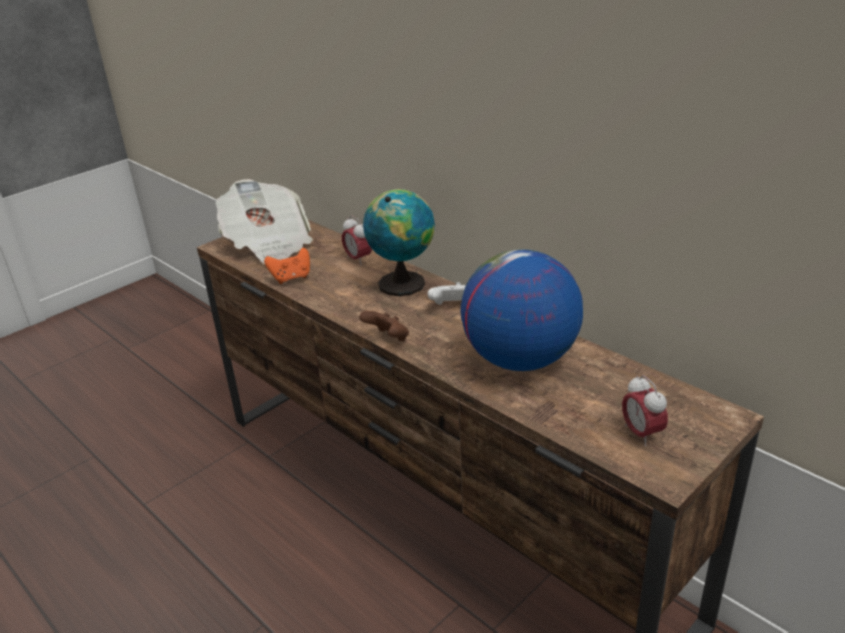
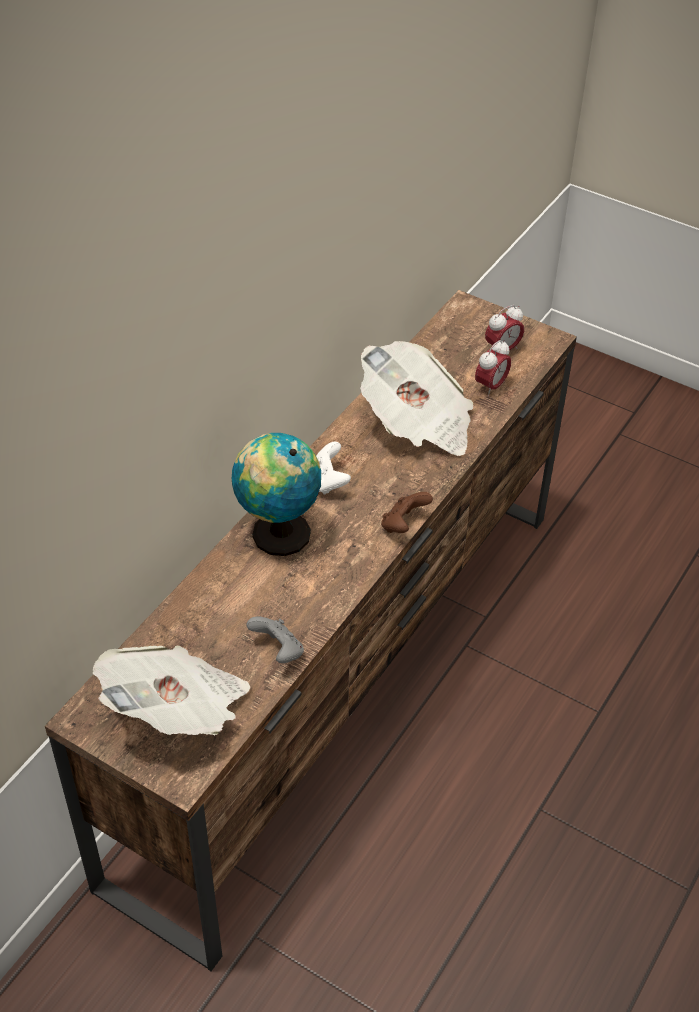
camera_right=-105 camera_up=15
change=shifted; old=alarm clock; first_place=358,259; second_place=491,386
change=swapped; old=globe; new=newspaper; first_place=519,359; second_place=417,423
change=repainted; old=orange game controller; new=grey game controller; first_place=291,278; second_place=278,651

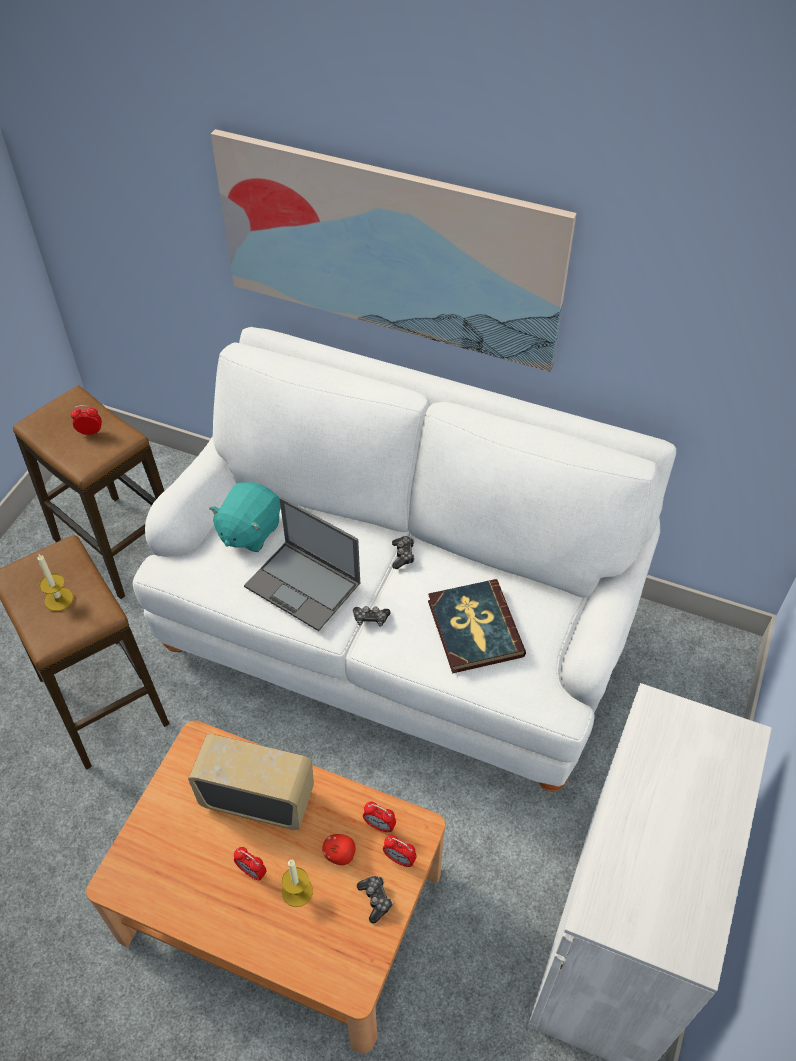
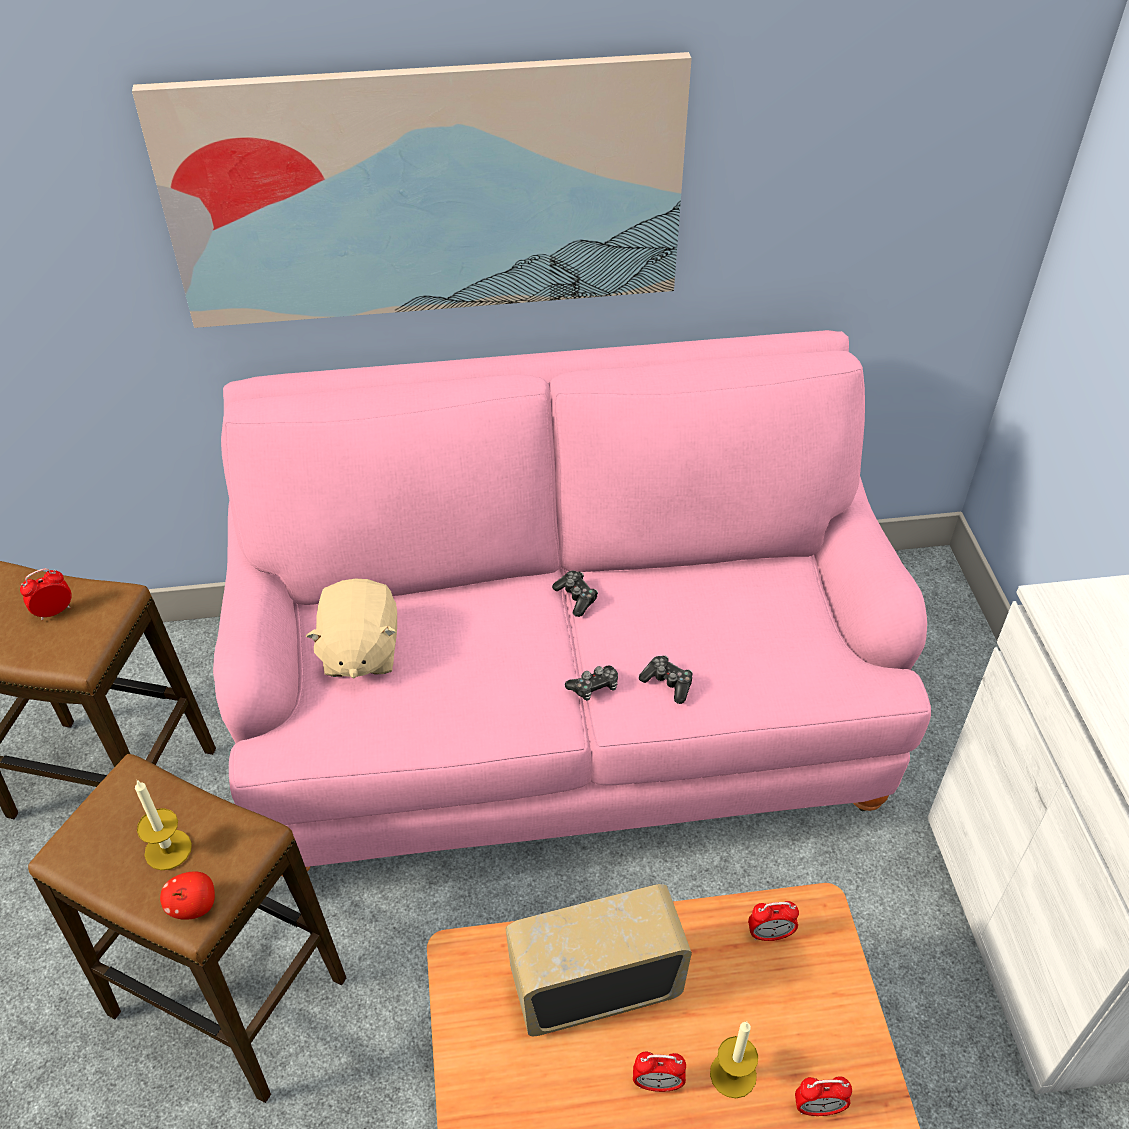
camera_right=-30 camera_up=-5
change=gone; old=laptop; first_place=304,585
change=gone; old=book; first_place=474,628
change=shifted; old=apple; first_place=340,854; second_place=193,906
change=shifted; old=game controller; first_place=375,899; second_place=668,683
change=shifted; old=alarm clock; first_place=399,859; second_place=818,1108
change=repainted; old=white sofa; new=pink sofa; first_place=398,630; second_place=564,717
change=repainted; old=turquoise plush toy; new=beige plush toy; first_place=249,531; second_place=359,652

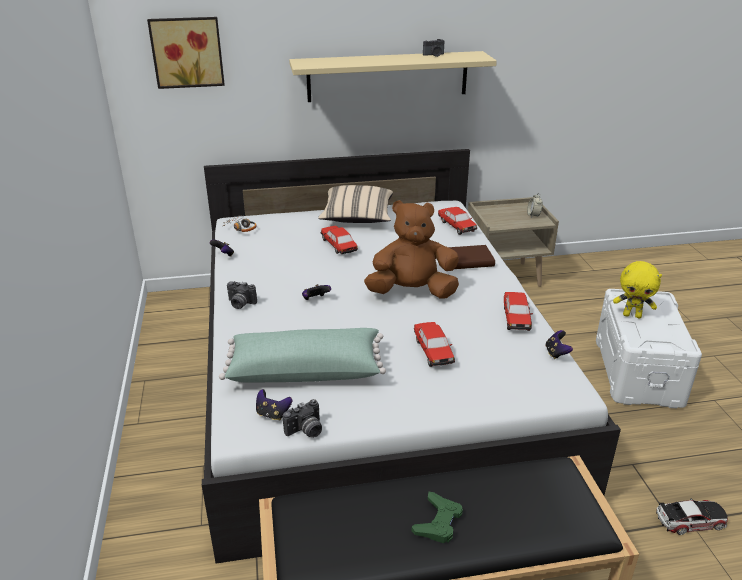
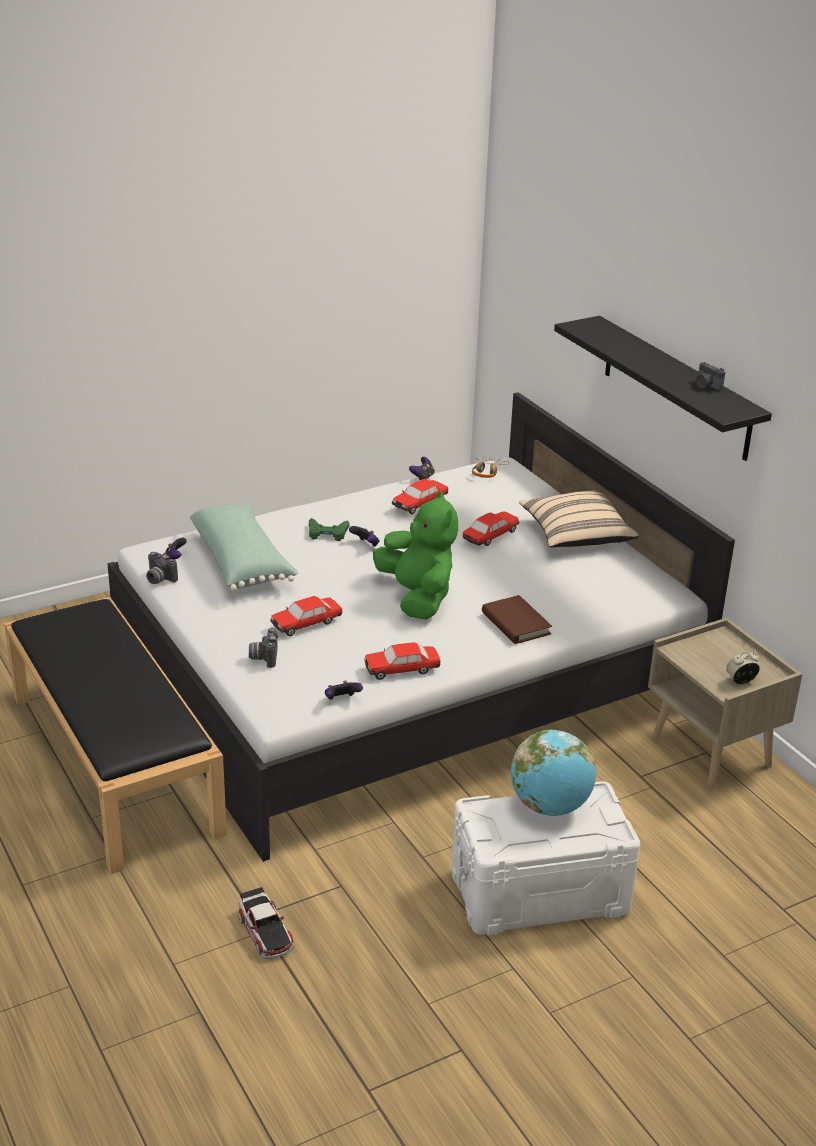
camera_right=70 camera_up=0
change=gone; old=picture; first_place=187,52
change=shifted; old=photo camera; first_place=240,304; second_place=263,657
change=shifted; old=green game controller; first_place=438,522; second_place=327,533
change=shifted; old=toy car; first_place=456,226; second_place=420,503
change=swapped; old=yellow plush toy; new=globe; first_place=632,315; second_place=550,806
change=repainted; old=beige shelf; new=black shelf; first_place=388,76; second_place=676,388
change=repainted; old=brown plush toy; new=green plush toy; first_place=412,292; second_place=417,597

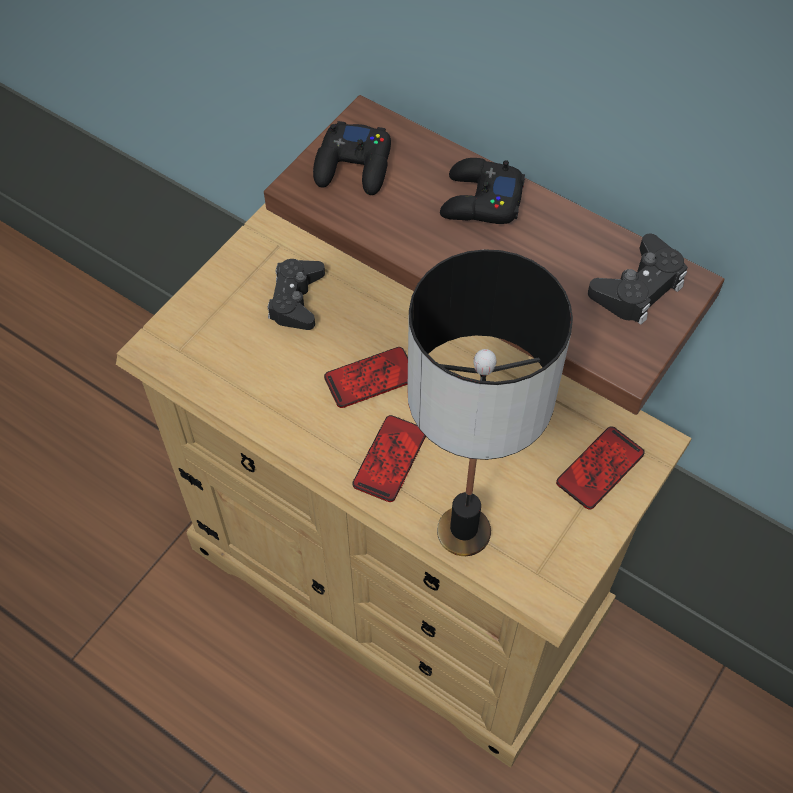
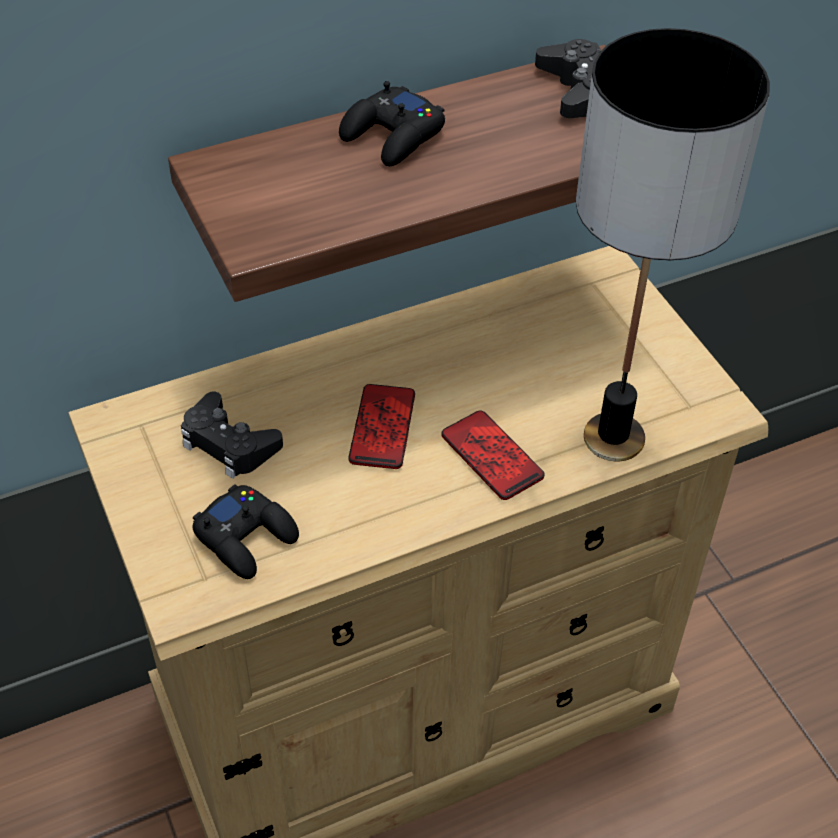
camera_right=-60 camera_up=-10
change=gone; old=phone; first_place=600,468
change=shifted; old=black game controller; first_place=354,166; second_place=247,537

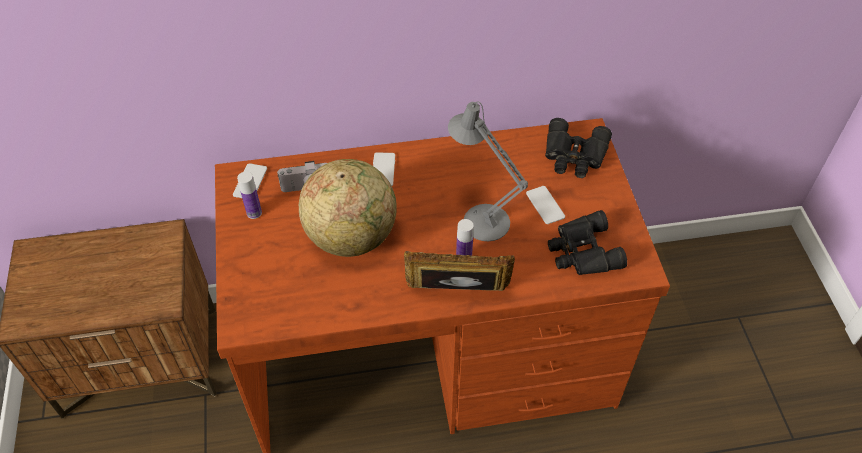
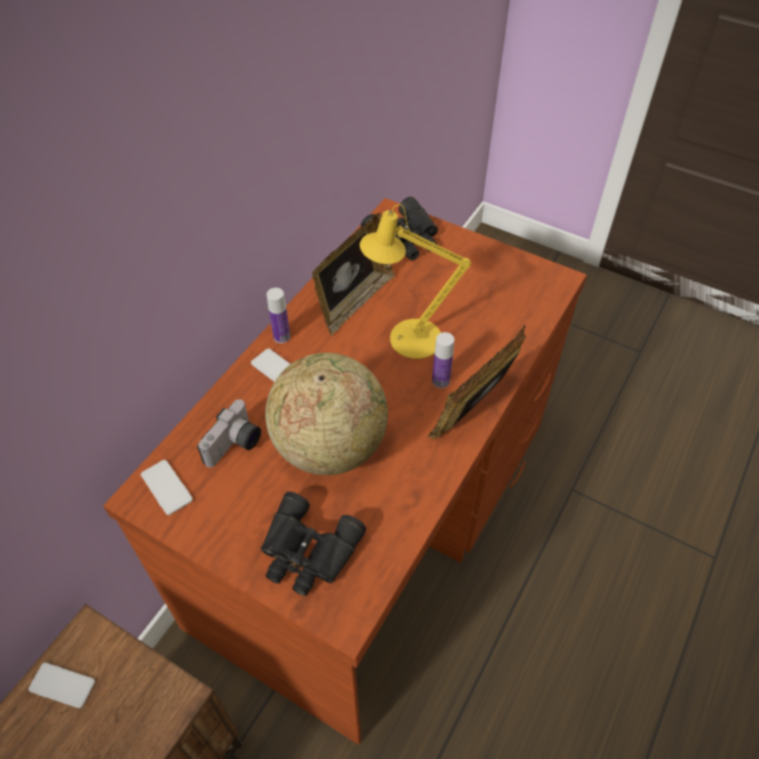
camera_right=-50 camera_up=0
change=new; new=picture frame; second_place=354,301
change=shifted; old=bottle; first_place=254,213; second_place=281,336
change=shifted; old=phone; first_place=545,205; second_place=62,685
change=shifted; old=black binoculars; first_place=582,252; second_place=307,552
change=repainted; old=grey table lamp; new=yellow table lamp; first_place=481,218; second_place=407,339

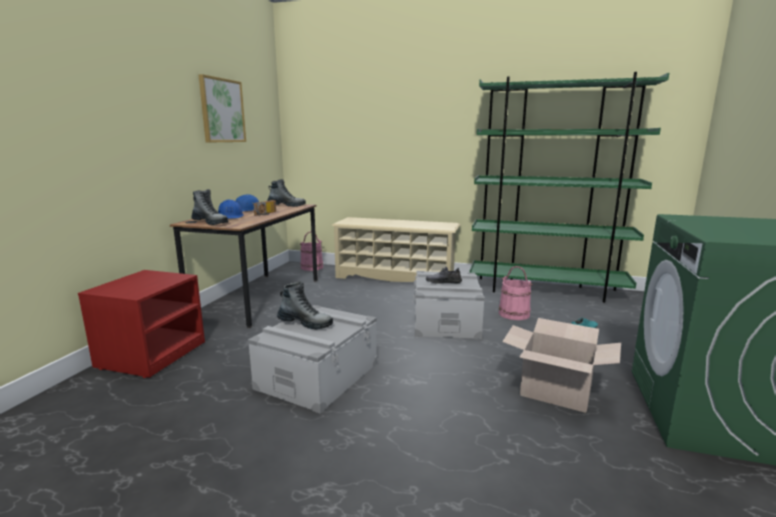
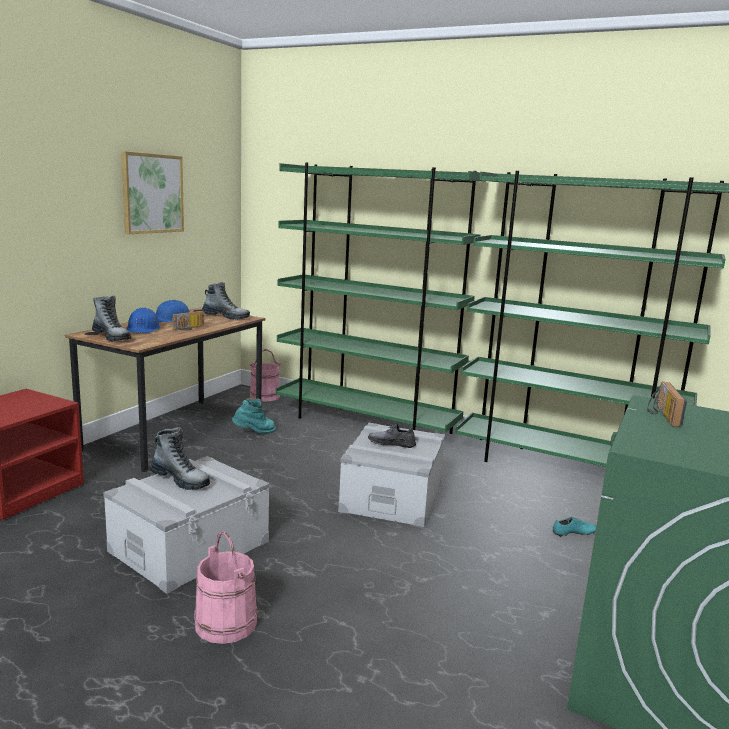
camera_right=10 camera_up=0
change=gone; old=cardboard box; first_place=556,391
change=new; new=turquoise boot; second_place=254,433
change=new; new=radio; second_place=661,415
change=shifted; old=pink bucket; first_place=513,314; second_place=225,623
change=swapped; old=beige shoe rack; new=green bookcase; first_place=396,277; second_place=366,423

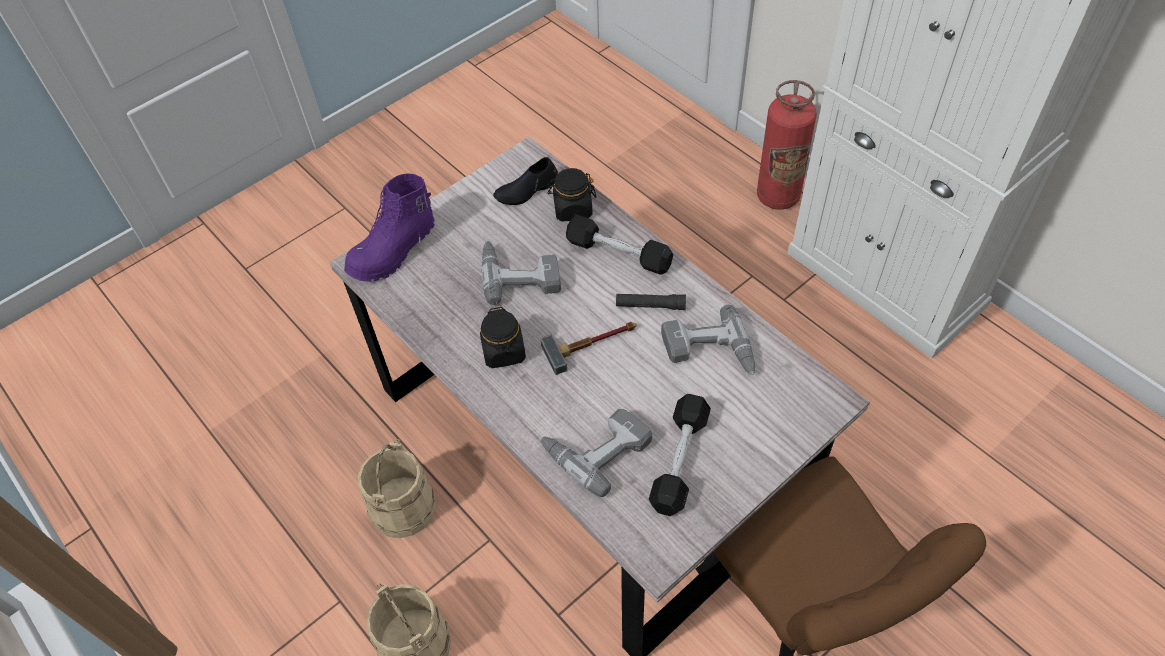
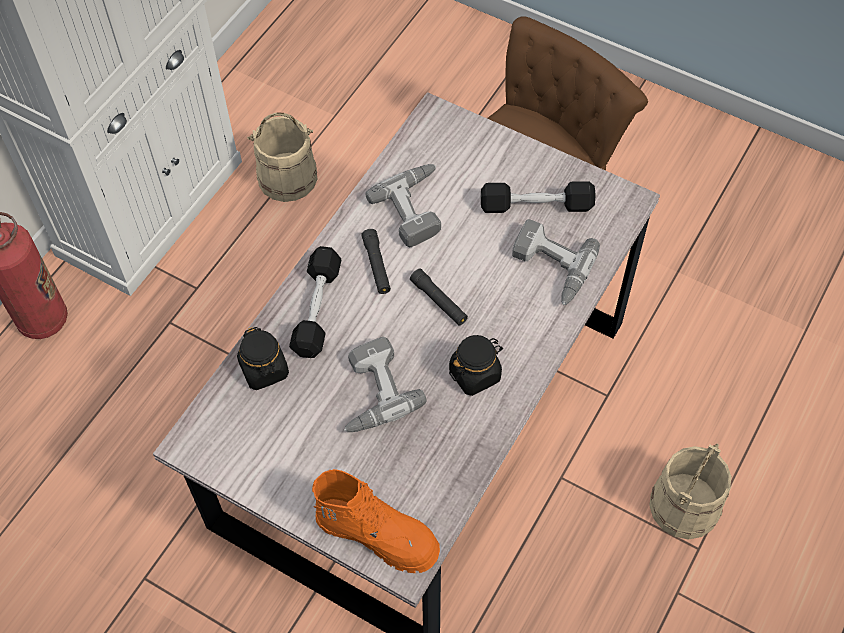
camera_right=-110 camera_up=5
change=gone; old=black shoe; first_place=526,190
change=shifted; old=beige bucket; first_place=402,506; second_place=287,178
change=swapped; old=hammer; new=black flashlight; first_place=592,344; second_place=439,301
change=repainted; old=purple boot; new=orange boot; first_place=394,251; second_place=378,535

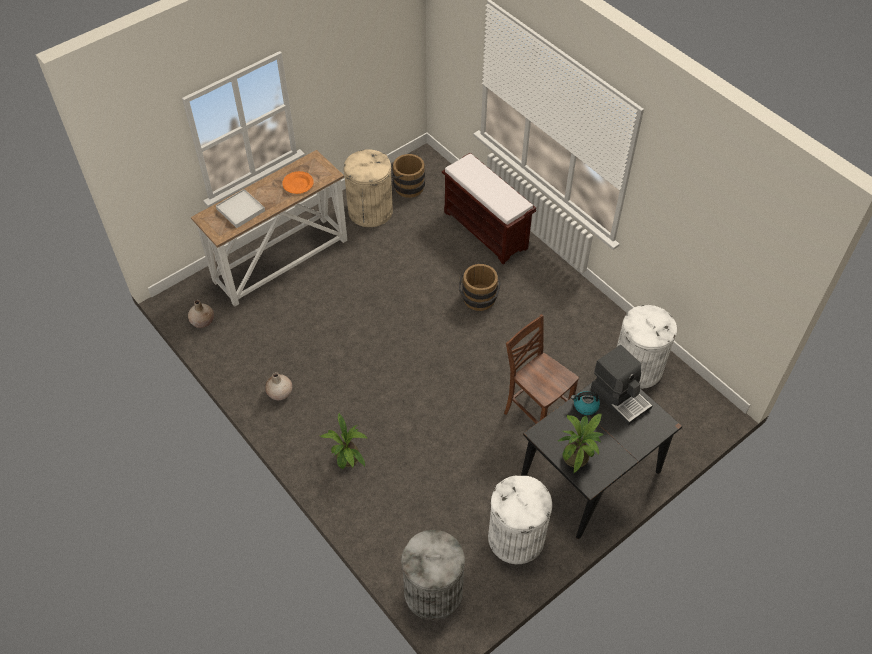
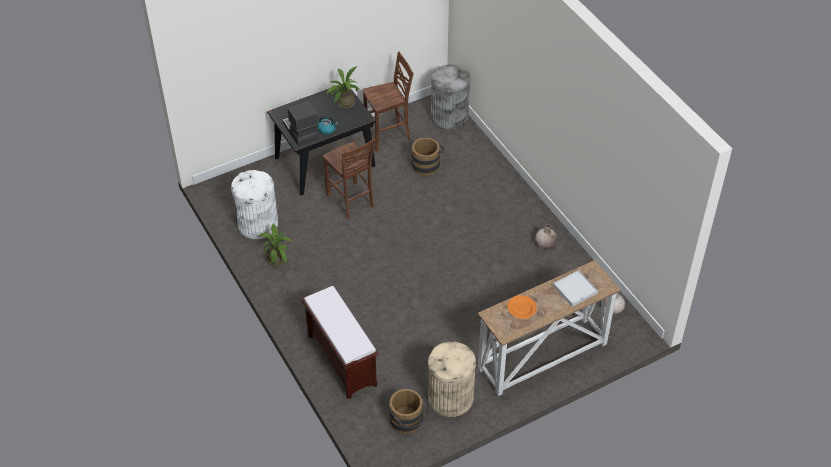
camera_right=-170 camera_up=-5
change=shifted; old=potted plant; first_place=348,460; second_place=277,258
change=shifted; old=brown bucket; first_place=478,301; second_place=426,164
change=swapped; old=white trash can; new=brown chair; first_place=515,537; second_place=388,136

